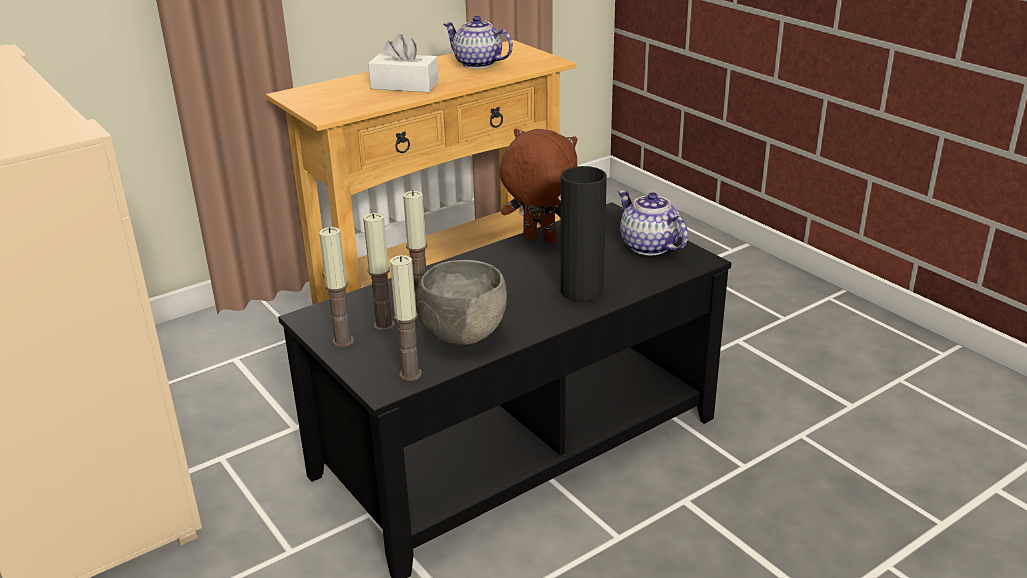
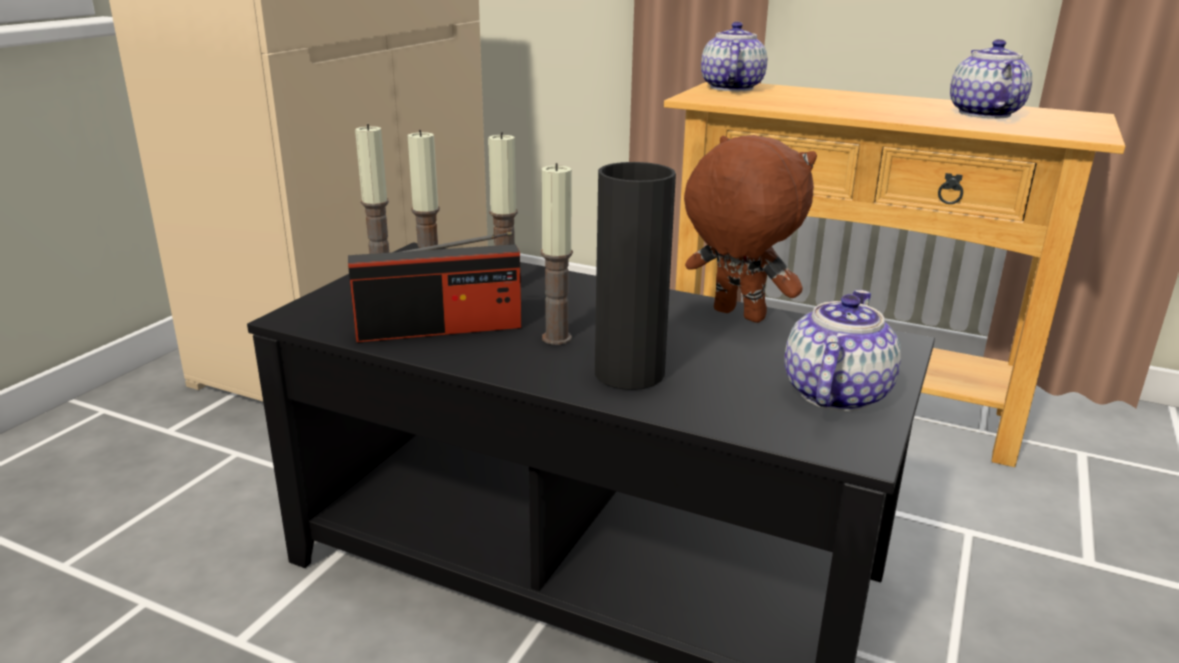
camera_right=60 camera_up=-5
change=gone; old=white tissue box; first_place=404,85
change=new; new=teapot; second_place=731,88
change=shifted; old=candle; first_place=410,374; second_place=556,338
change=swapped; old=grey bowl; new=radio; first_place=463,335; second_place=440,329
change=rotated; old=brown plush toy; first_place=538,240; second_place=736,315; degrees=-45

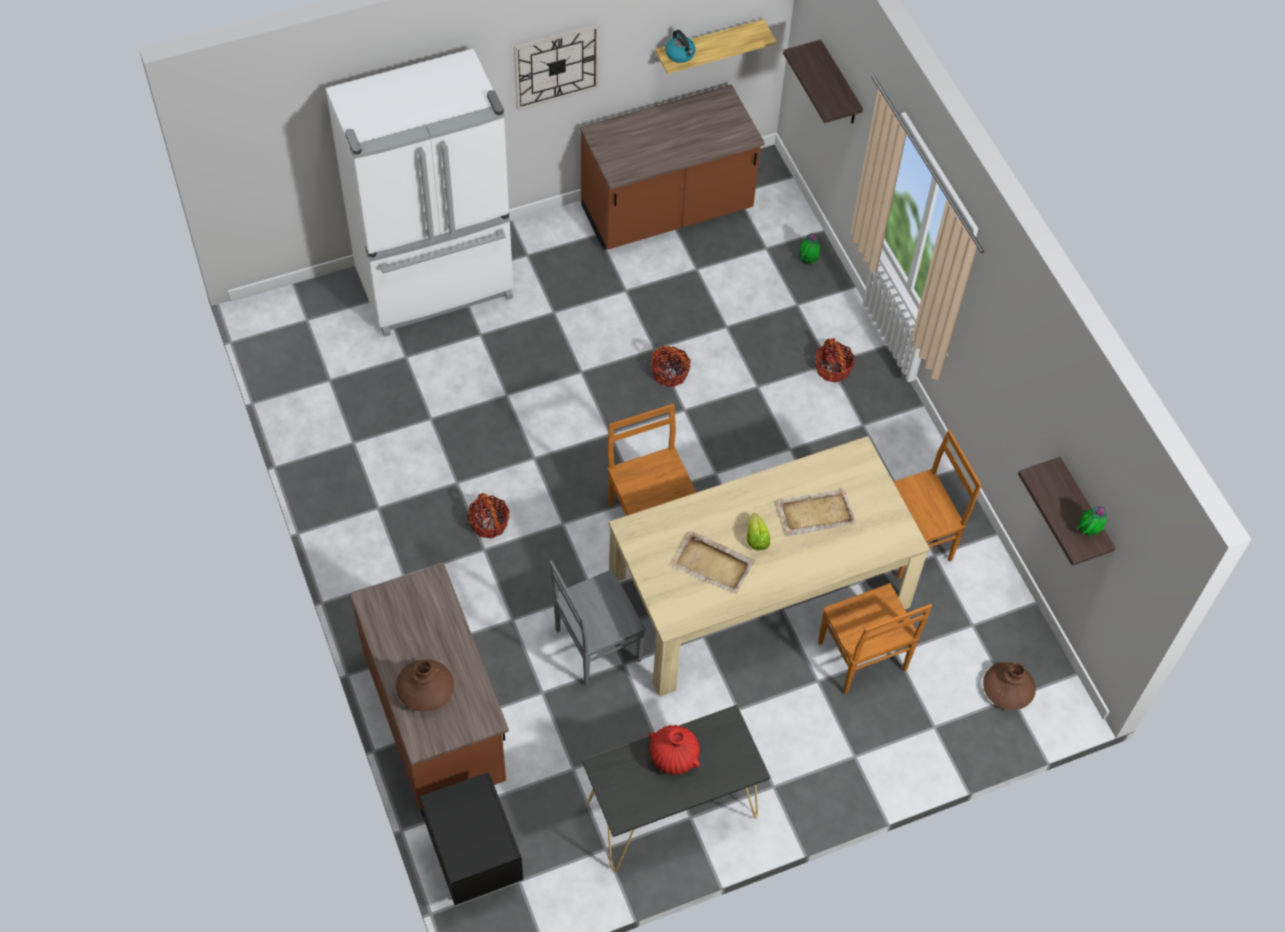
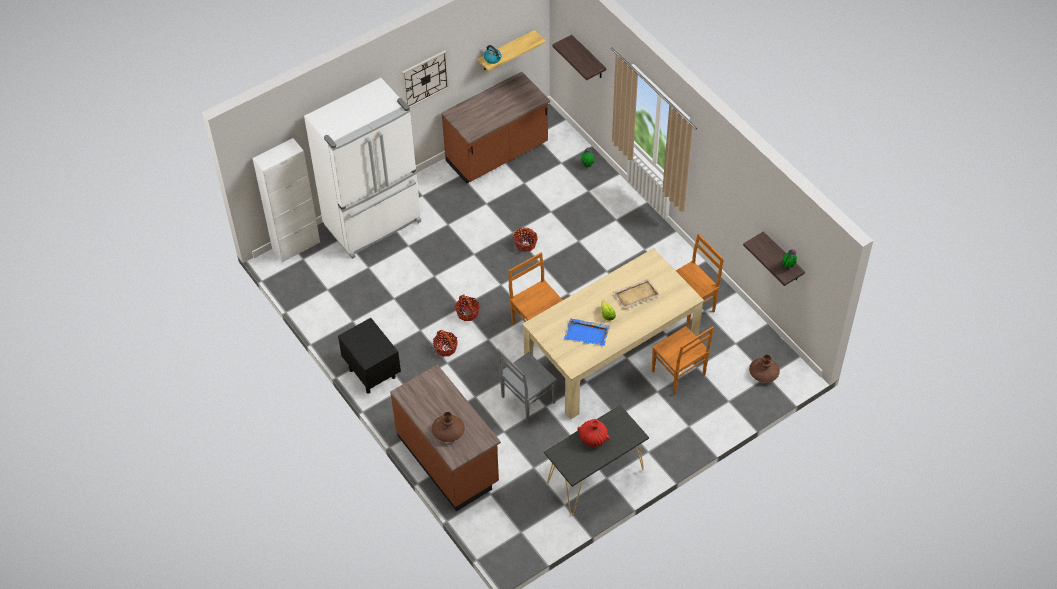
camera_right=-10 camera_up=-5
change=new; new=white cabinet; second_place=296,246
change=shifted; old=black nightstand; first_place=474,860; second_place=372,373
change=shifted; old=basket; first_place=832,368; second_place=467,313
change=repainted; old=beige tray; new=blue tray; first_place=713,564; second_place=587,333

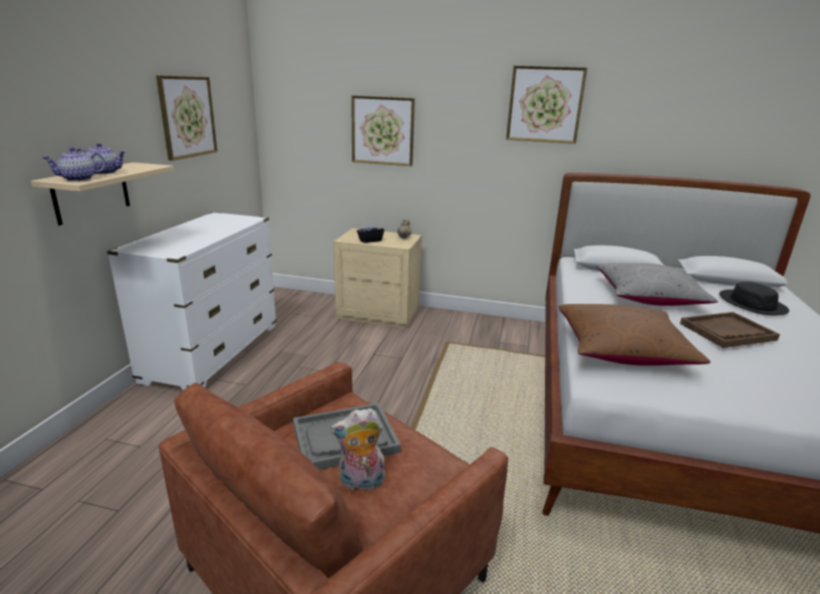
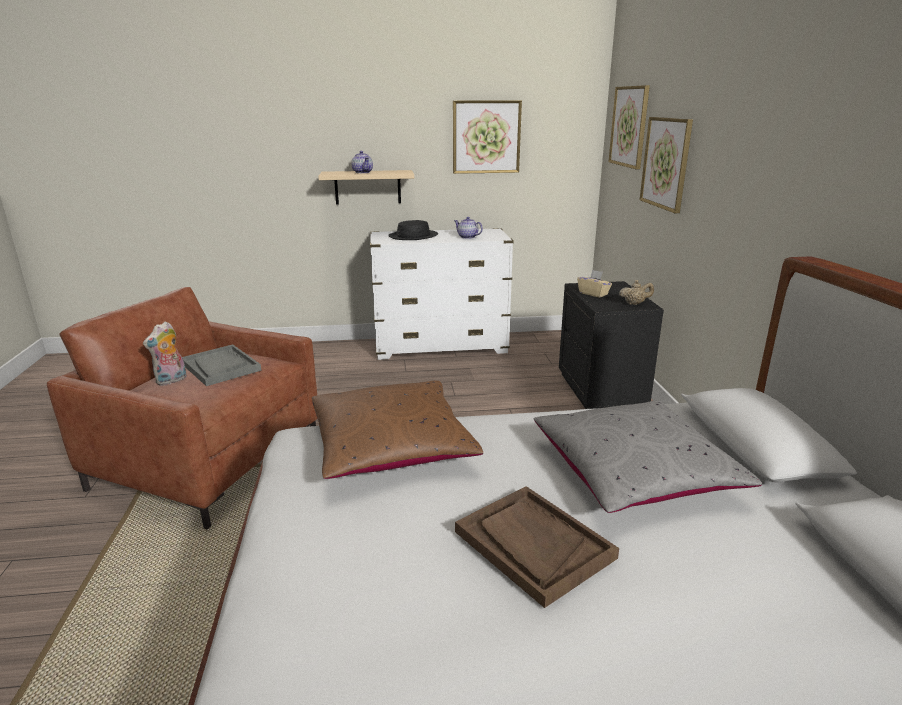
camera_right=70 camera_up=0
change=shifted; old=teapot; first_place=78,179; second_place=467,237
change=shifted; old=picture; first_place=545,105; second_place=629,126
change=shifted; old=black hat; first_place=752,303; second_place=413,236
change=repainted; old=beige nightstand; new=black nightstand; first_place=378,313; second_place=602,390
change=repainted; old=black tissue box; new=beige tissue box; first_place=370,240; second_place=593,294
change=rotated; old=plush toy; first_place=360,483; second_place=171,381; degrees=-120

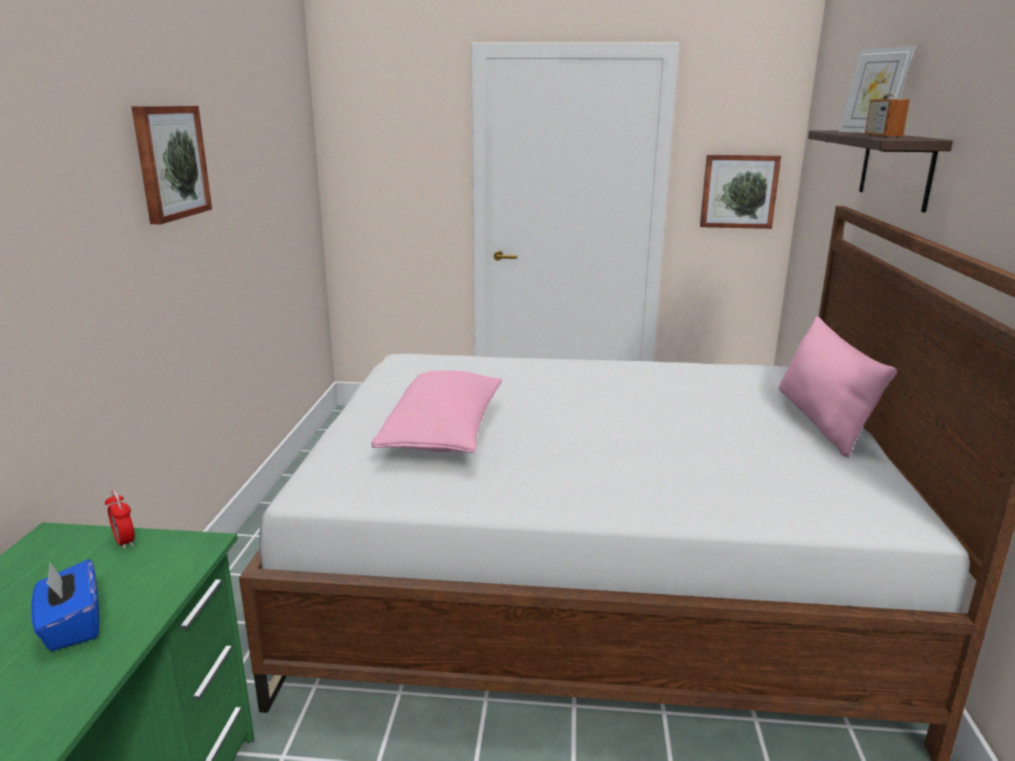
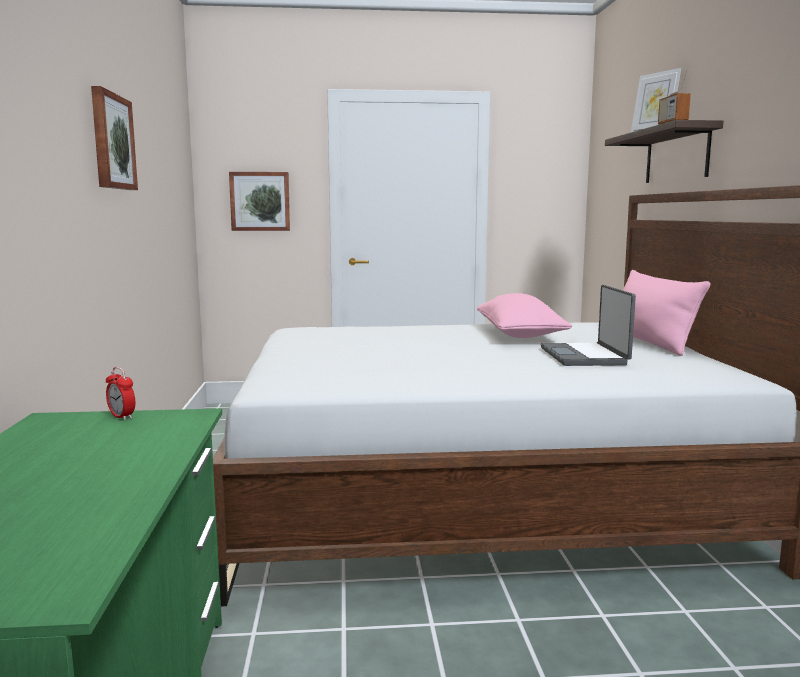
camera_right=-10 camera_up=-10
change=gone; old=blue tissue box; first_place=72,626
change=new; new=laptop; second_place=585,356
change=shifted; old=pink pillow; first_place=443,434; second_place=519,335
change=shifted; old=picture; first_place=738,191; second_place=260,201

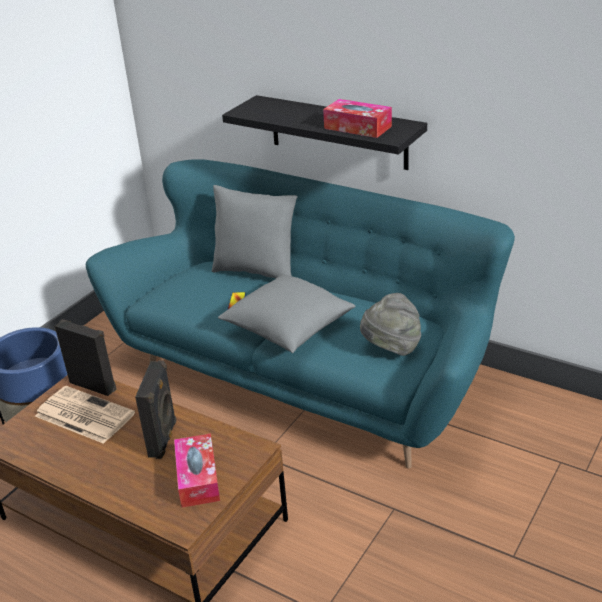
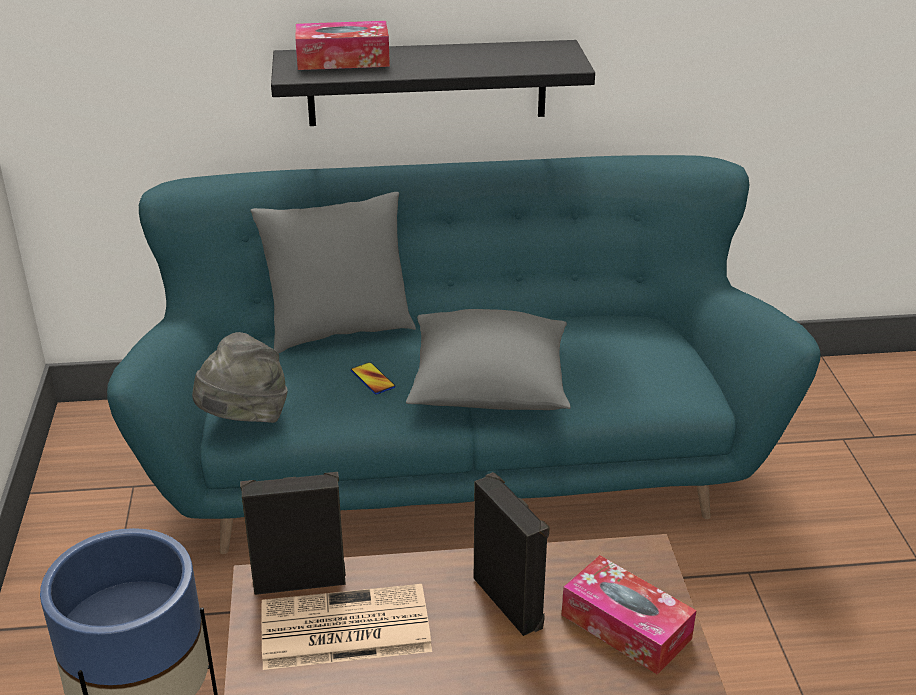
camera_right=-40 camera_up=0
change=shifted; old=tissue box; first_place=357,127; second_place=343,60
change=shifted; old=grey hat; first_place=391,348; second_place=244,420

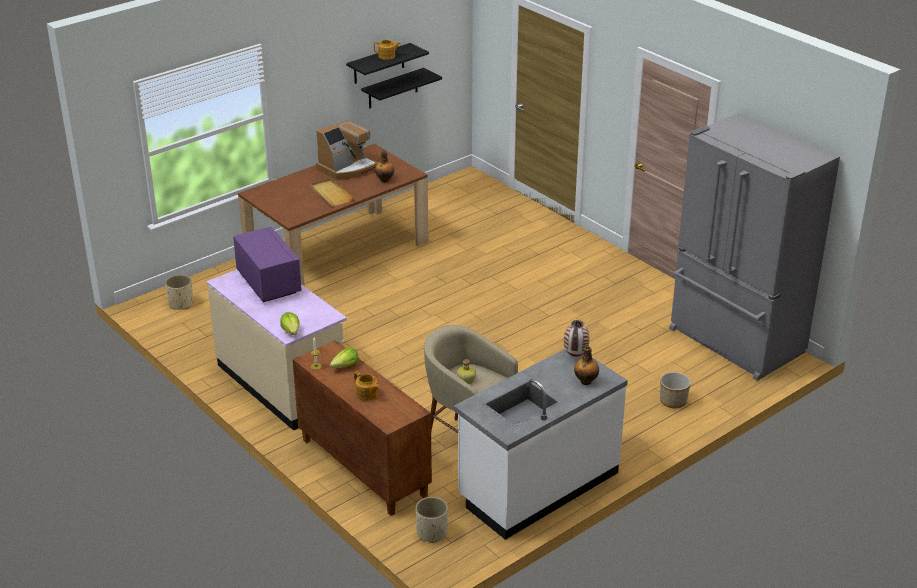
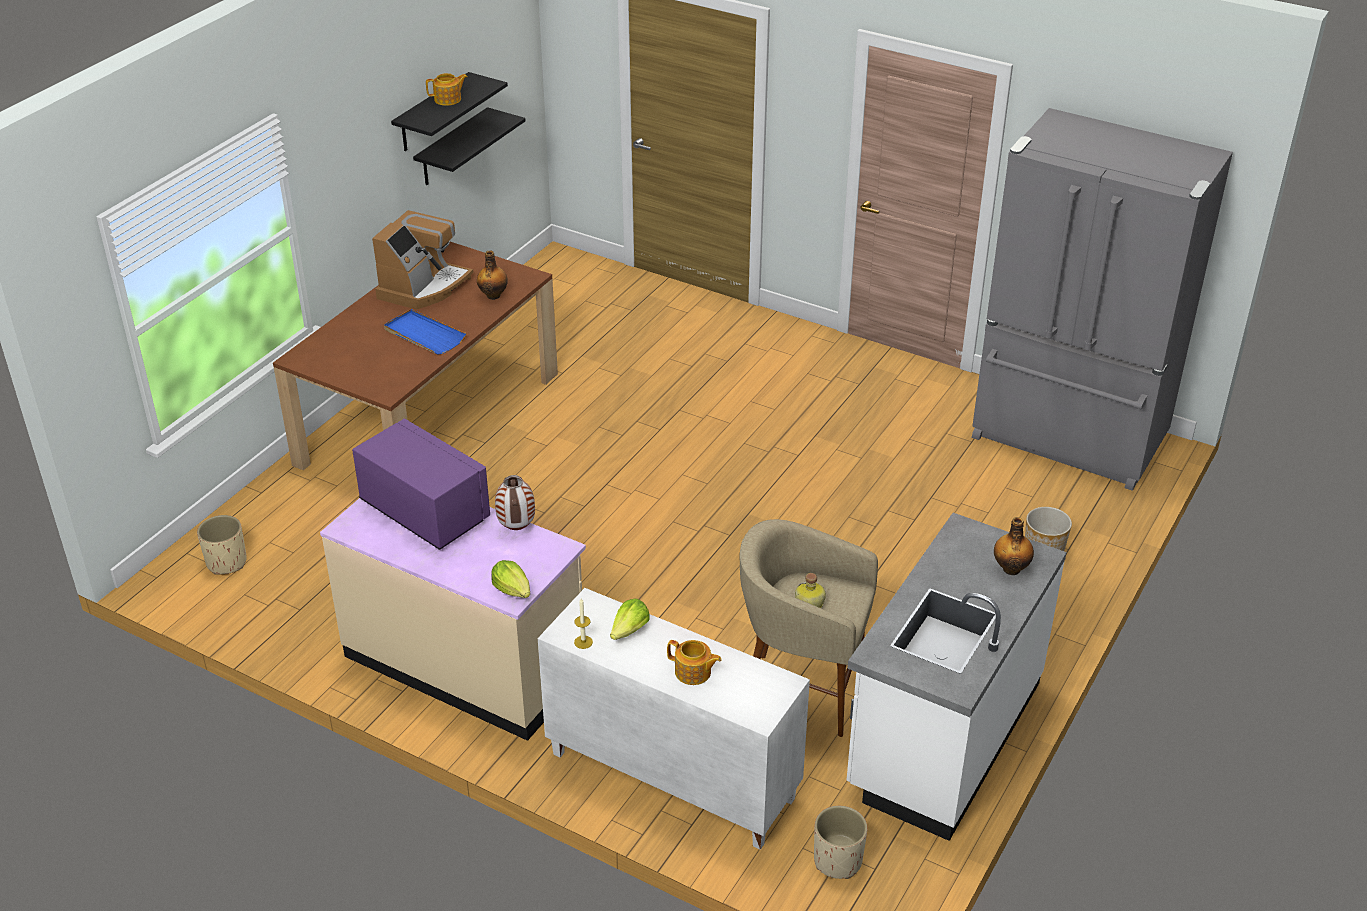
camera_right=-20 camera_up=5
change=shifted; old=vase; first_place=575,356; second_place=517,528
change=repainted; old=brown cabinet; new=white cabinet; first_place=362,467; second_place=670,776
change=repainted; old=beige tray; new=blue tray; first_place=331,194; second_place=424,335

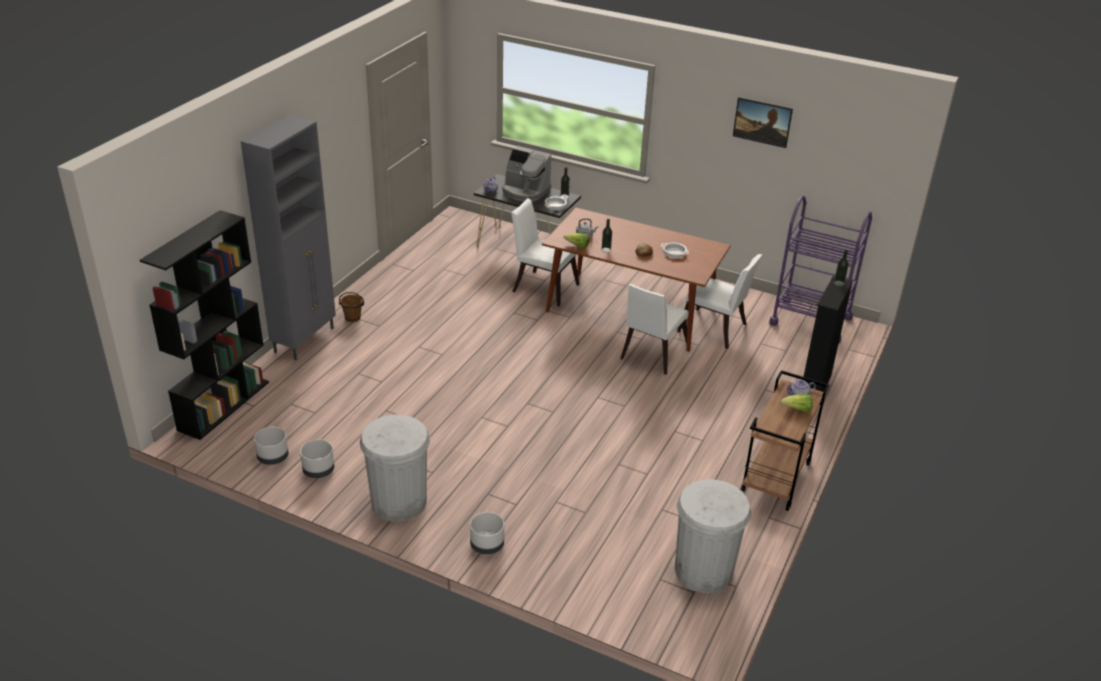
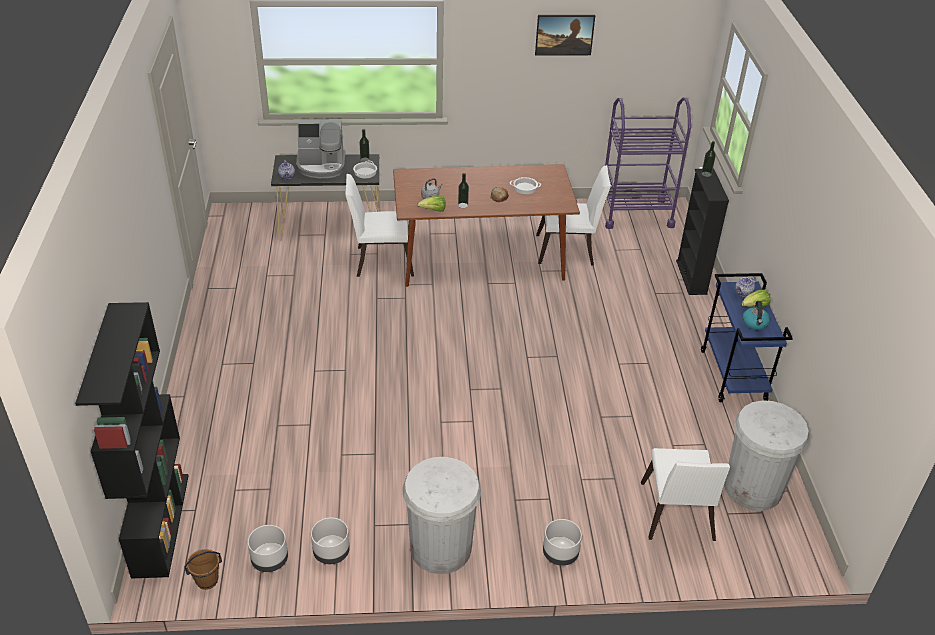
camera_right=-30 camera_up=5
change=gone; old=grey cabinet; first_place=305,340
change=new; new=kettle; second_place=755,323
change=shifted; old=brown bucket; first_place=353,318; second_place=207,580
change=shifted; old=white chair; first_place=652,355; second_place=676,516
change=repainted; old=brown cart; new=blue cart; first_place=776,479; second_place=733,375

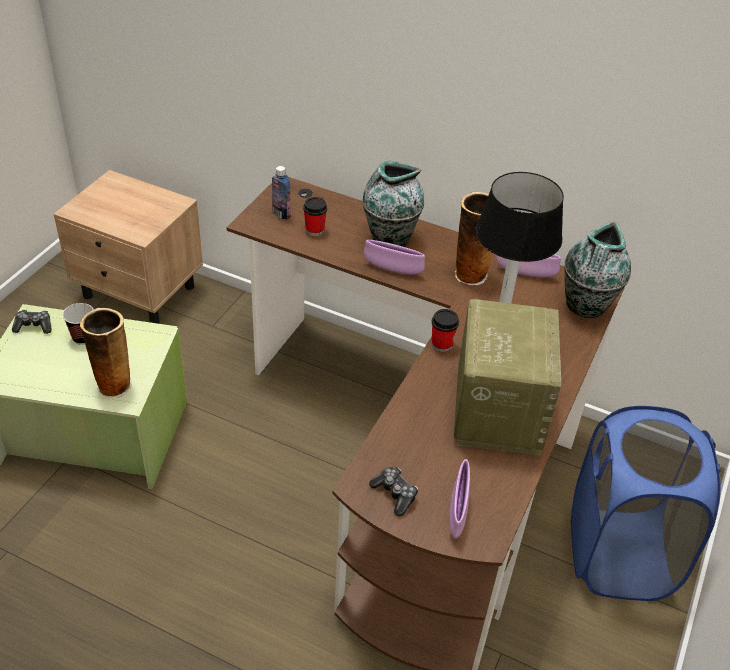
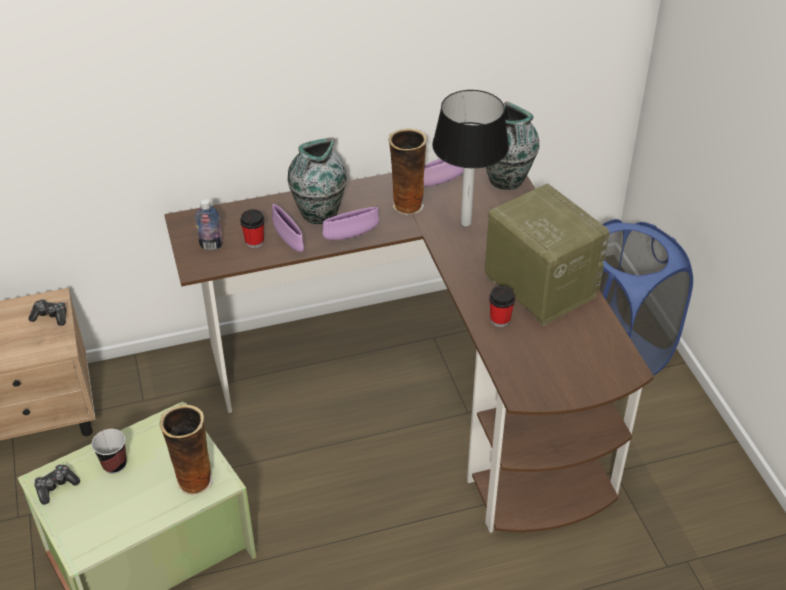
camera_right=-40 camera_up=0
change=shifted; old=game controller; first_place=395,494; second_place=50,316
change=shifted; old=cup; first_place=442,344; second_place=500,320
change=shifted; old=purple bowl; first_place=458,511; second_place=288,240

